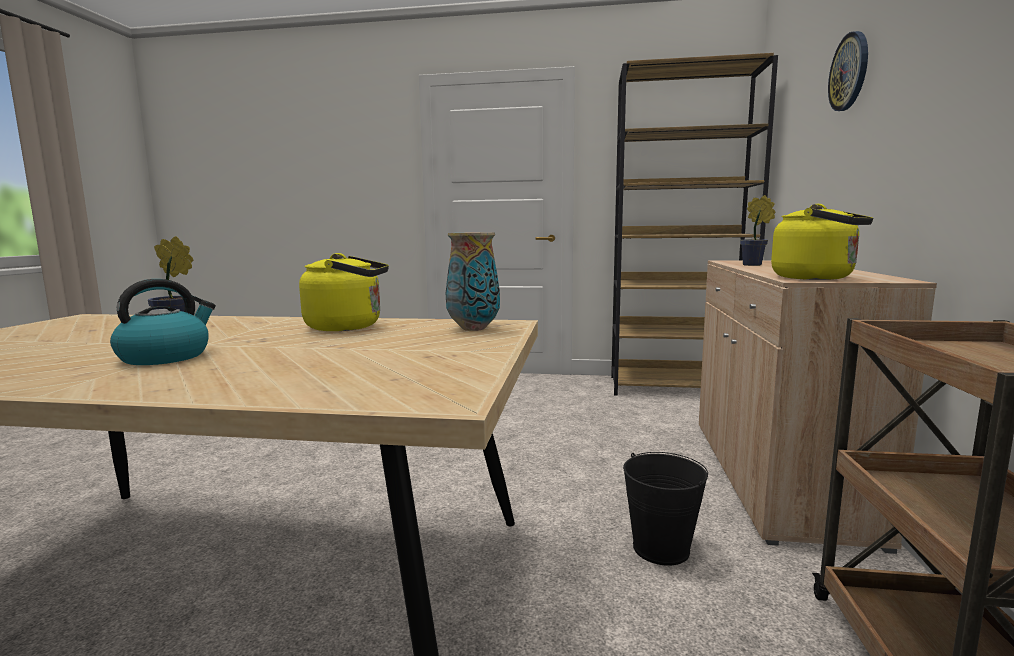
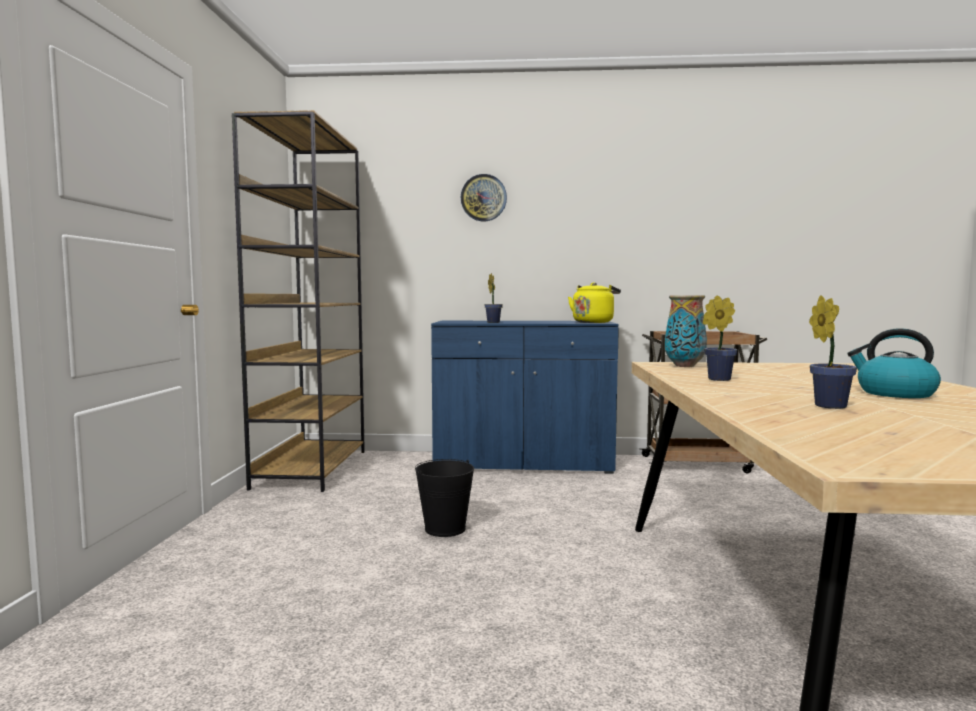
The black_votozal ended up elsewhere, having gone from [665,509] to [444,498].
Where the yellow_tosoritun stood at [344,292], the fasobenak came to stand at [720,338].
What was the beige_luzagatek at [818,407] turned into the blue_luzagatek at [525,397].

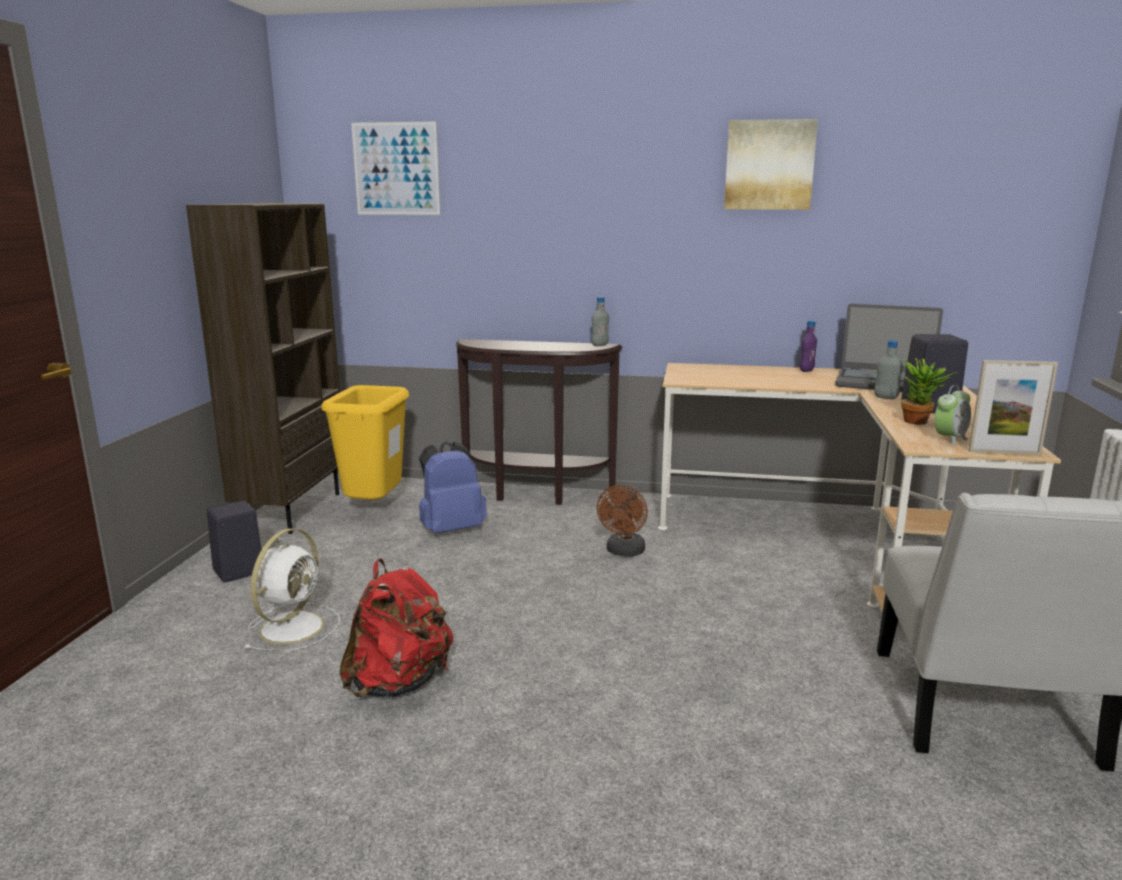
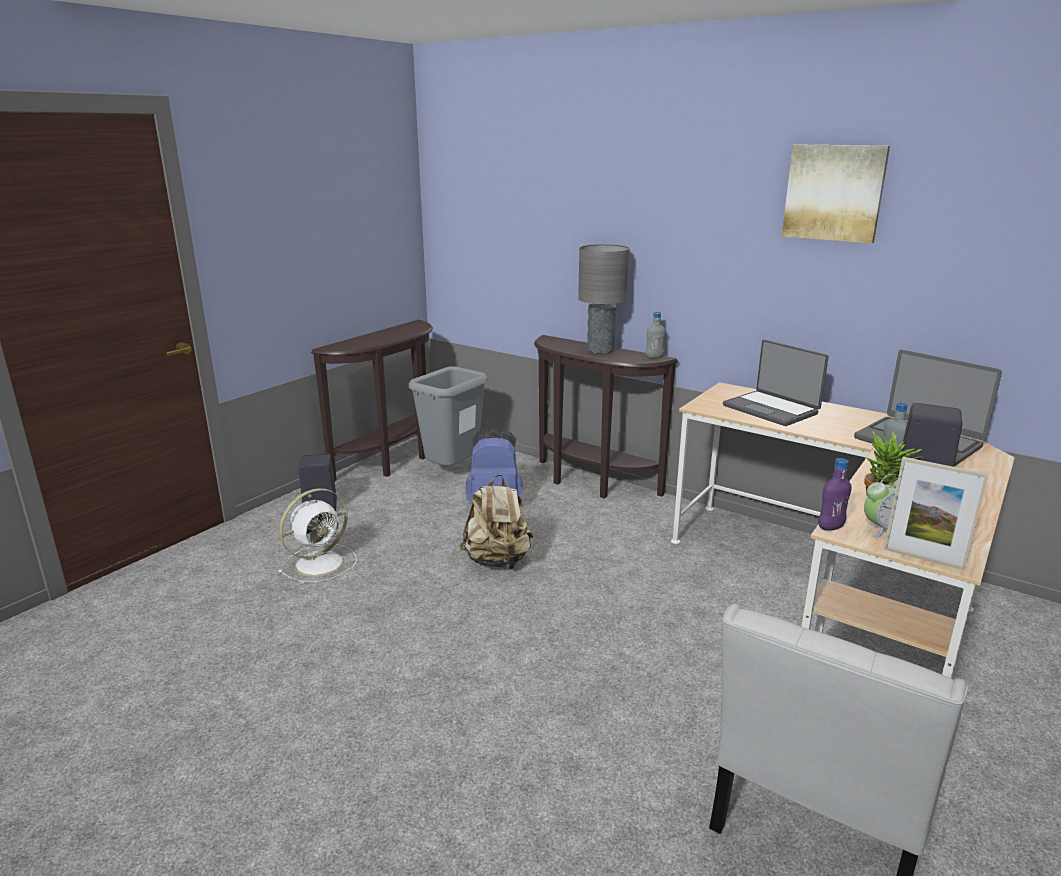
The second view lost the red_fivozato at [396,627].
The second view lost the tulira at [395,168].
The second view lost the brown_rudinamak at [622,520].
The second view gained the beige_fivozato at [496,522].
The second view gained the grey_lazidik at [604,299].
The second view gained the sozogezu at [776,383].
The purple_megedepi ended up elsewhere, having gone from [808,346] to [835,494].
Where the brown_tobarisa stood at [263,368], the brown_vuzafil came to stand at [372,400].
What was the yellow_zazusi at [365,442] turned into the grey_zazusi at [448,416].

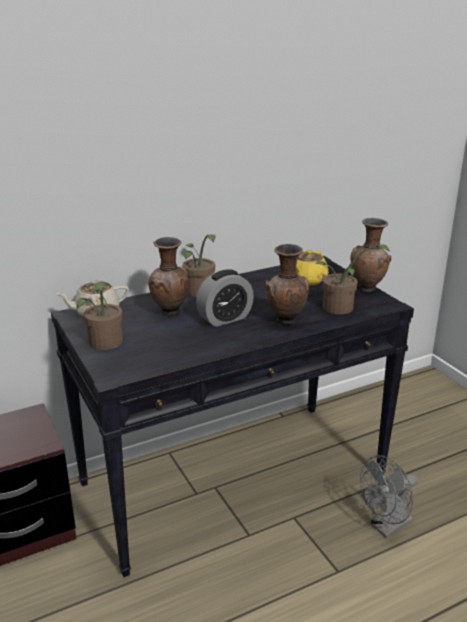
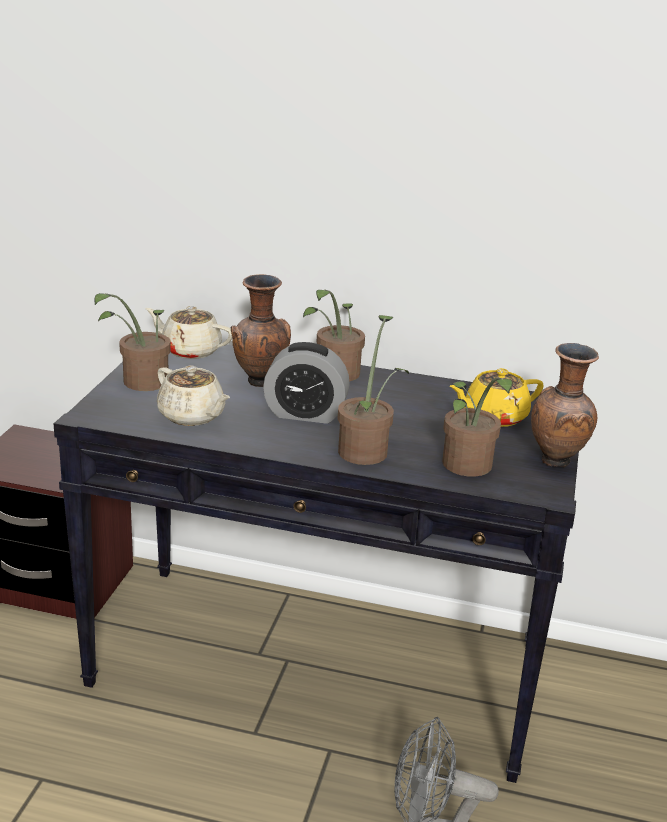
The second view gained the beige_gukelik at [193,396].
Where the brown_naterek stood at [287,284], the fasobenak came to stand at [373,390].

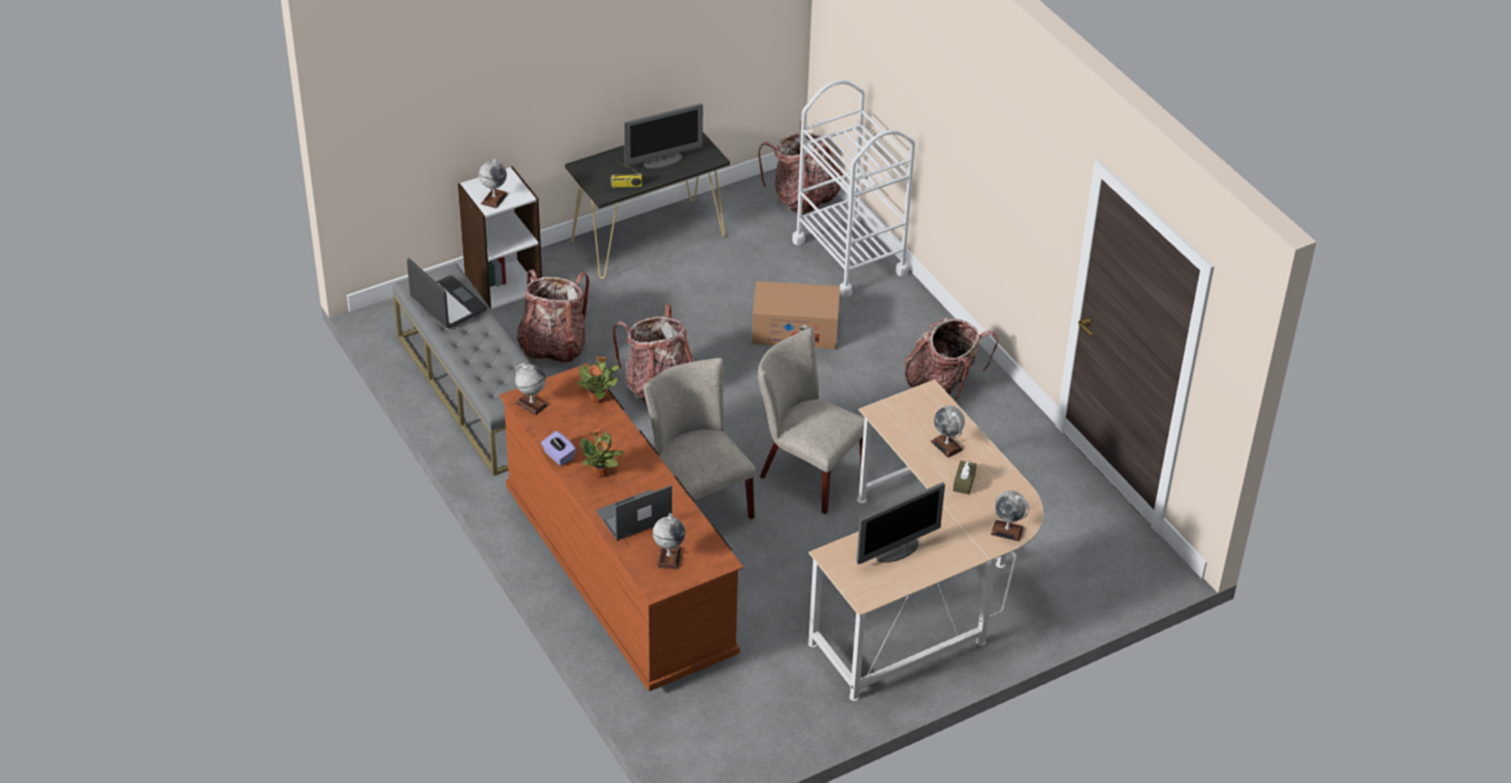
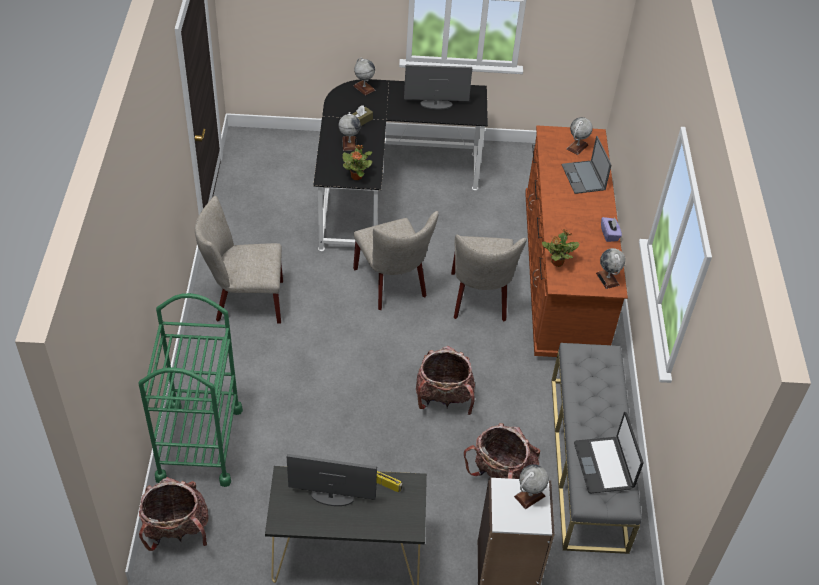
The second view lost the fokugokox at [796,315].
The fasobenak ended up elsewhere, having gone from [602,453] to [357,162].
Where the fivozato stood at [951,359], the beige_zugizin came to stand at [239,260].
What was the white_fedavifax at [853,188] turned into the green_fedavifax at [190,390].
What was the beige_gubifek at [925,540] turned into the black_gubifek at [400,165].
The sozogezu at [634,512] ended up facing another way, 75 degrees clockwise from before.

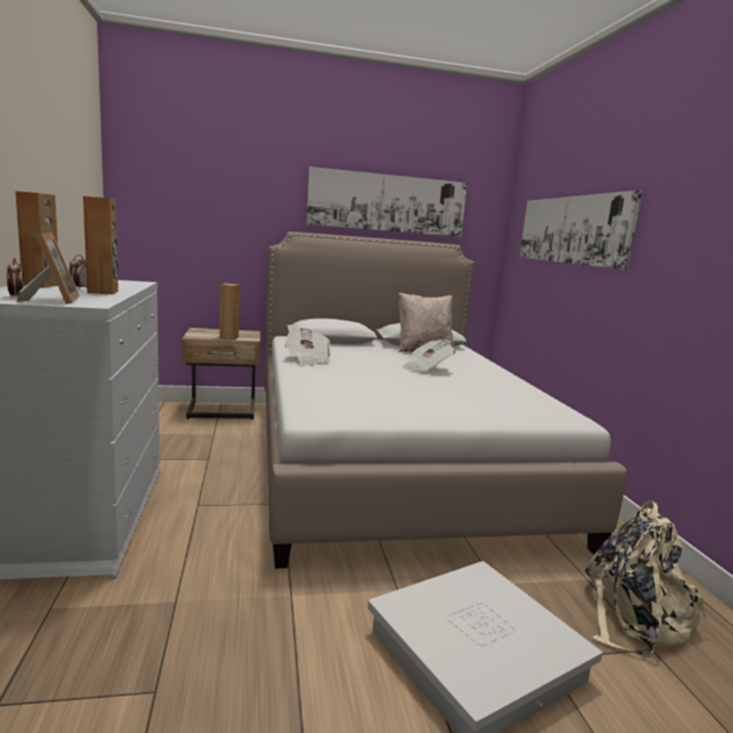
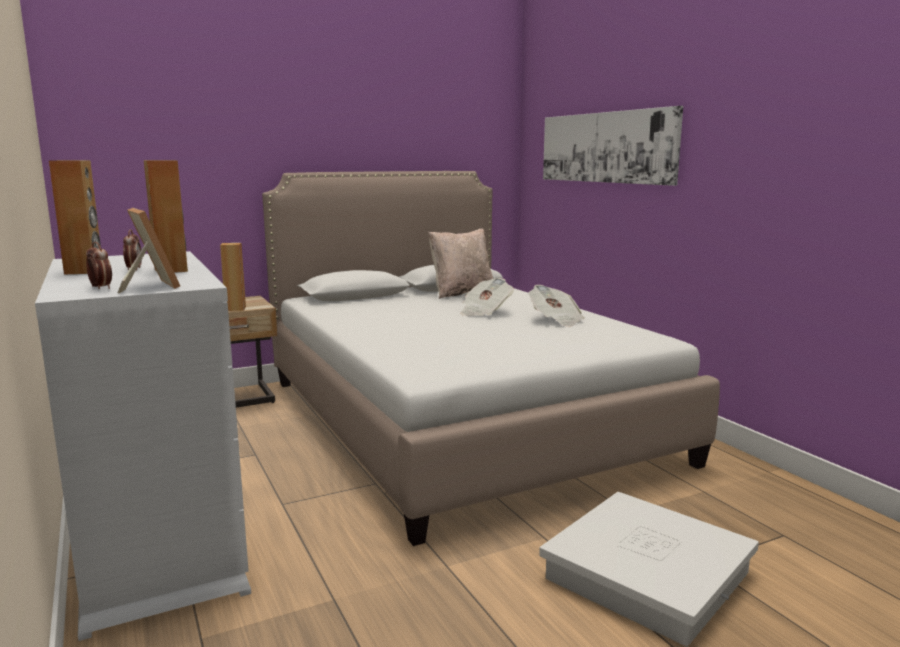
The second view lost the tulira at [386,202].
The second view lost the beige_fivozato at [646,579].
The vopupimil ended up elsewhere, having gone from [308,347] to [556,306].

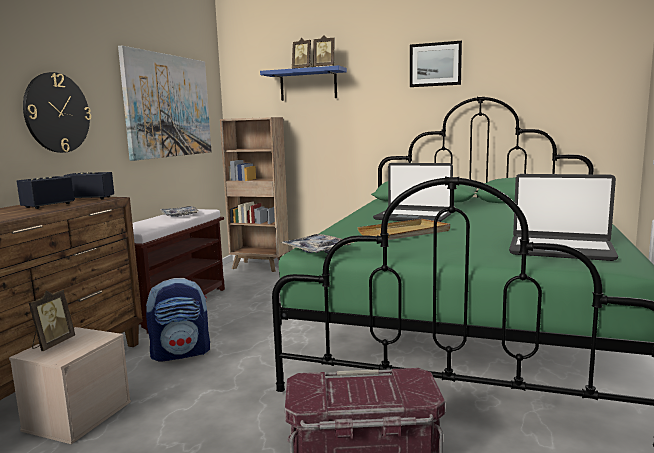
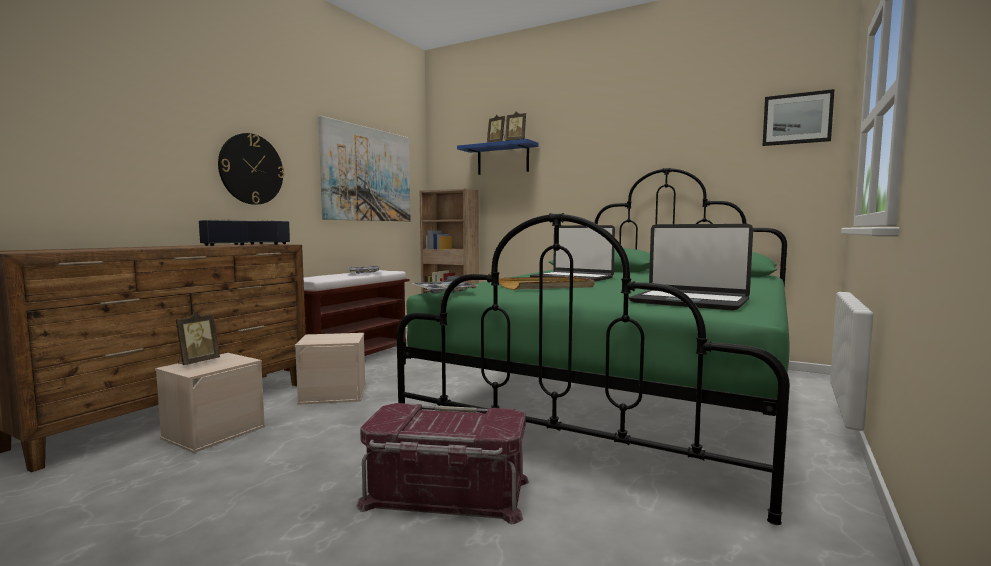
The tulira ended up elsewhere, having gone from [436,64] to [799,117].
Where the fivozato stood at [178,320], the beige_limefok came to stand at [330,369].

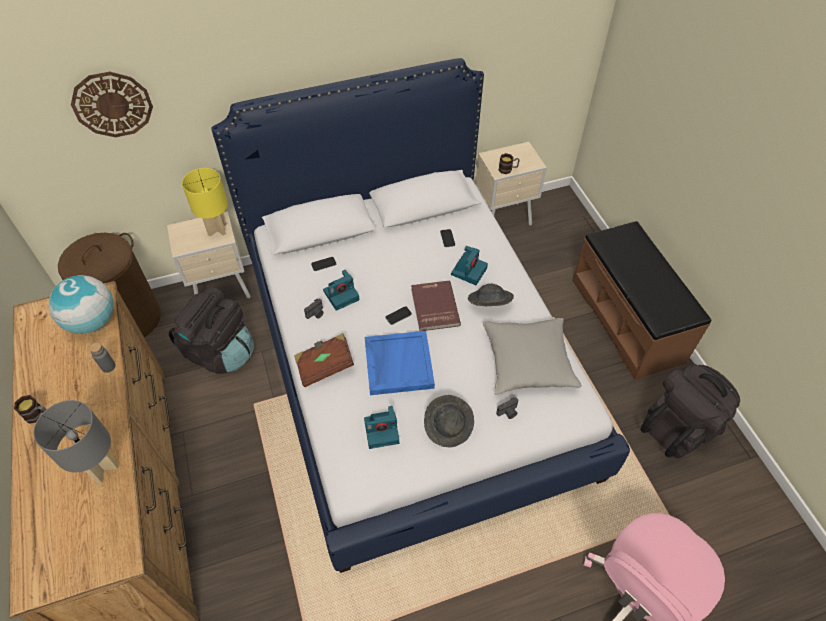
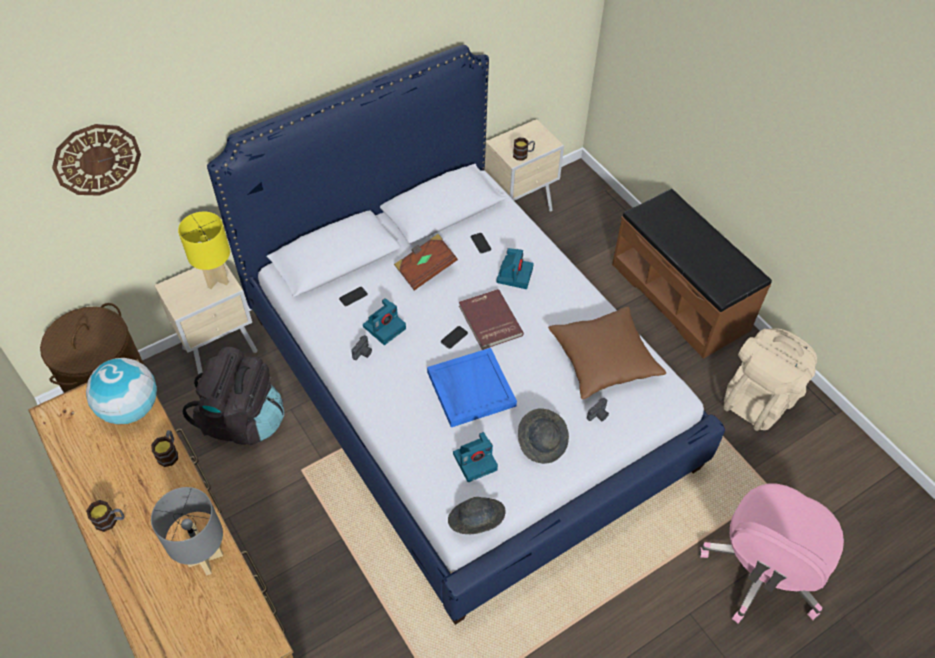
The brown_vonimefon ended up elsewhere, having gone from [324,360] to [426,262].
The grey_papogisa ended up elsewhere, having gone from [491,295] to [477,515].
Where the grey_megedepi stood at [102,357], the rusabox came to stand at [164,448].
What was the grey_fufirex at [532,356] turned into the brown_fufirex at [607,353].
What was the black_fivozato at [690,411] turned into the beige_fivozato at [770,379].

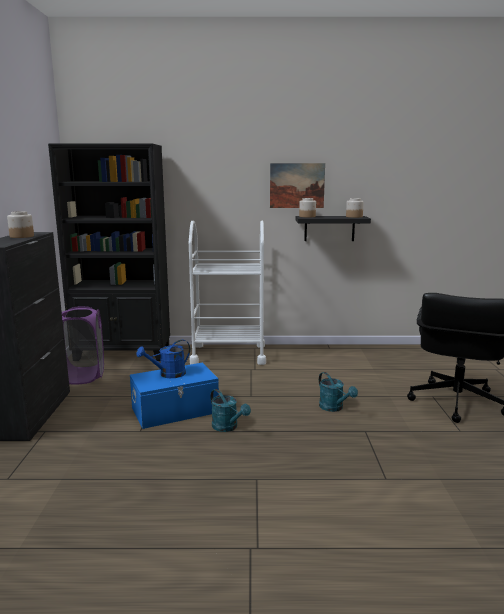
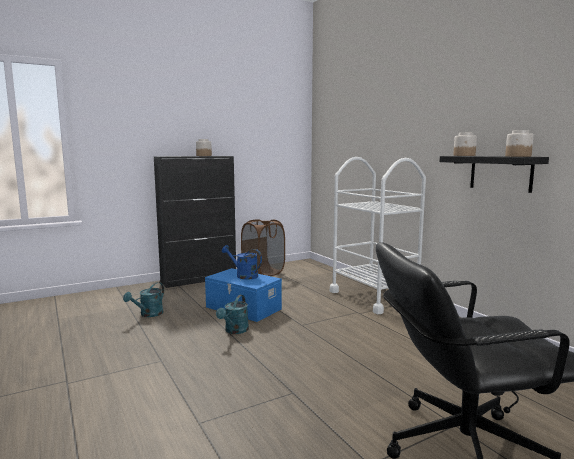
The second view lost the black_tobarisa at [109,252].
The second view lost the tulira at [297,185].
The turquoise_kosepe ended up elsewhere, having gone from [338,392] to [143,299].
What was the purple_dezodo at [83,345] turned into the brown_dezodo at [263,247].

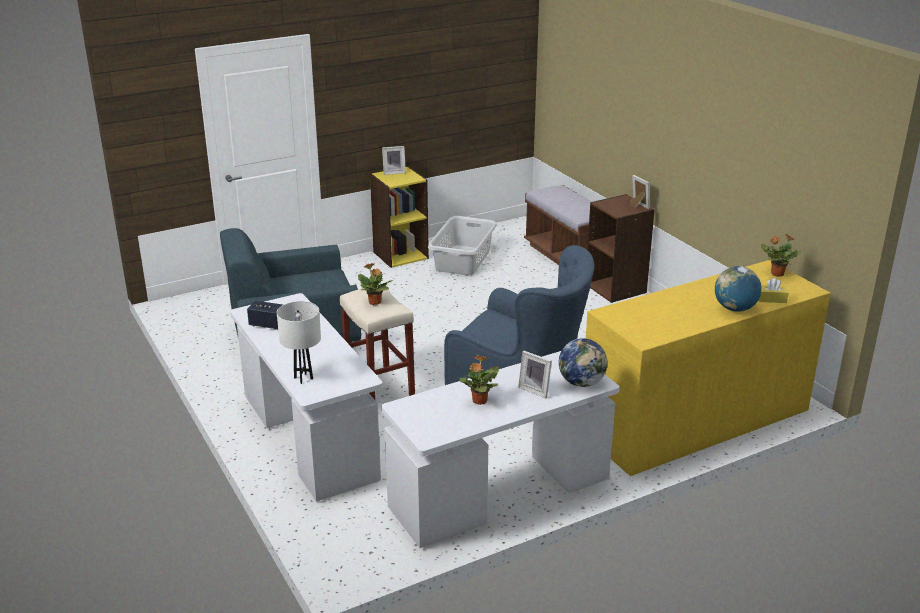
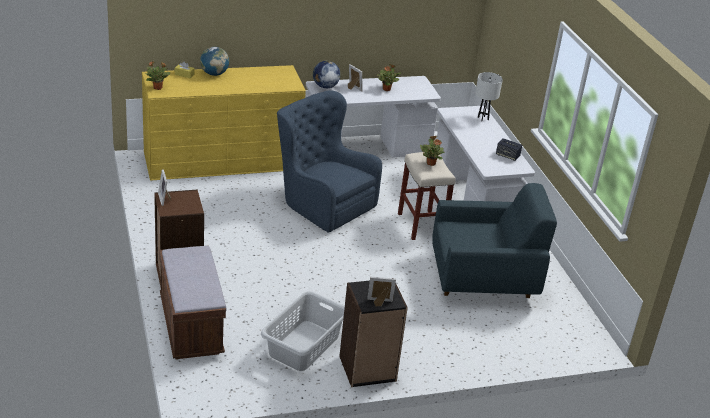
What was the yellow_tobarisa at [399,217] turned into the black_tobarisa at [373,334].

